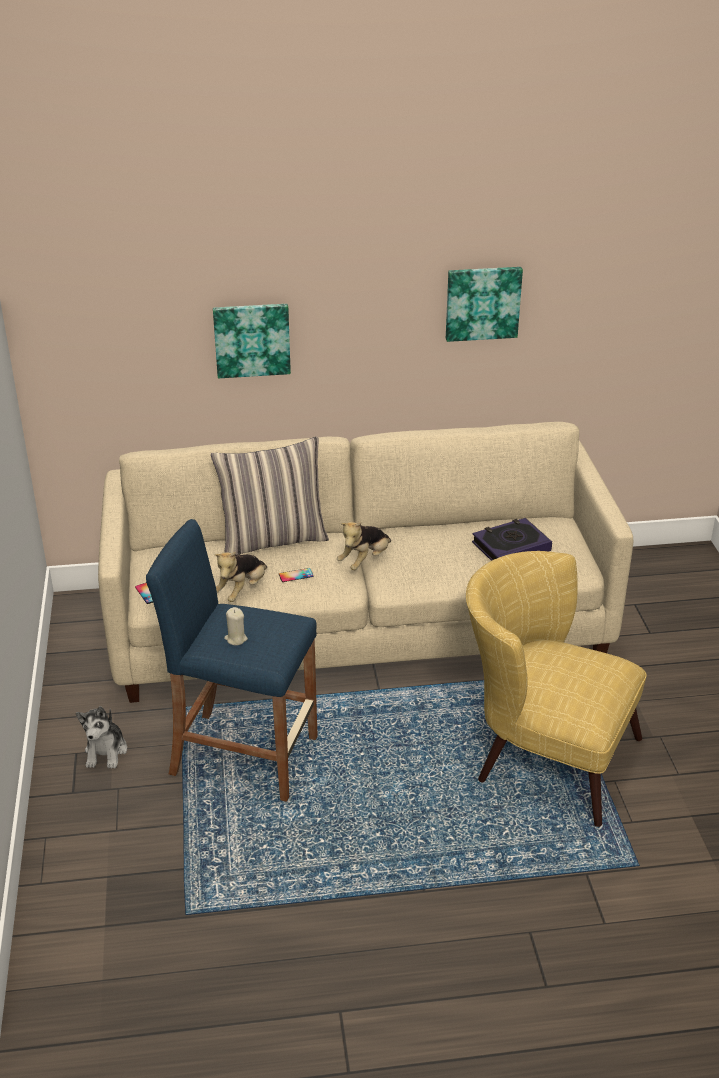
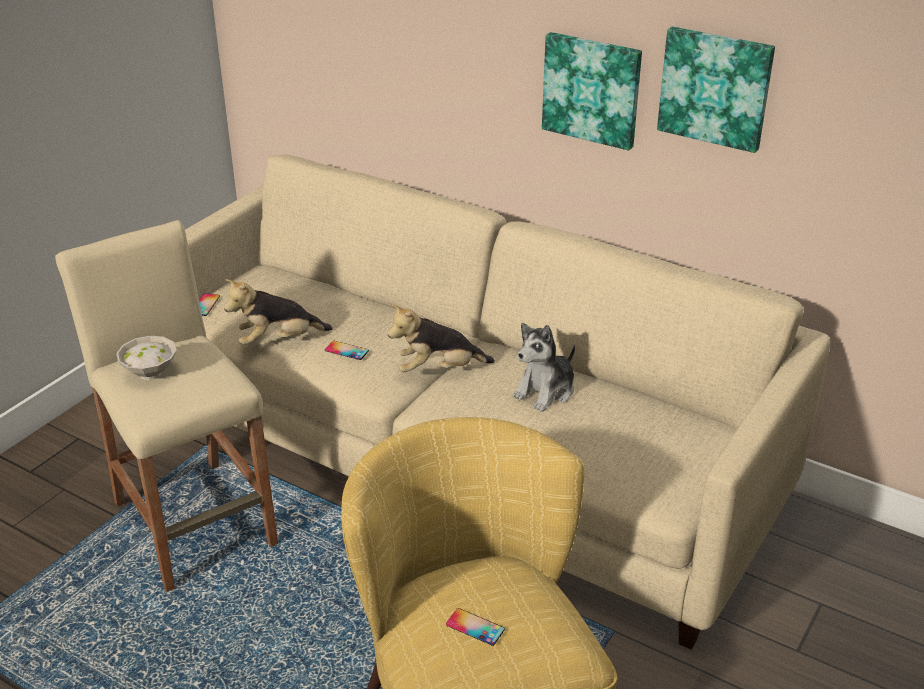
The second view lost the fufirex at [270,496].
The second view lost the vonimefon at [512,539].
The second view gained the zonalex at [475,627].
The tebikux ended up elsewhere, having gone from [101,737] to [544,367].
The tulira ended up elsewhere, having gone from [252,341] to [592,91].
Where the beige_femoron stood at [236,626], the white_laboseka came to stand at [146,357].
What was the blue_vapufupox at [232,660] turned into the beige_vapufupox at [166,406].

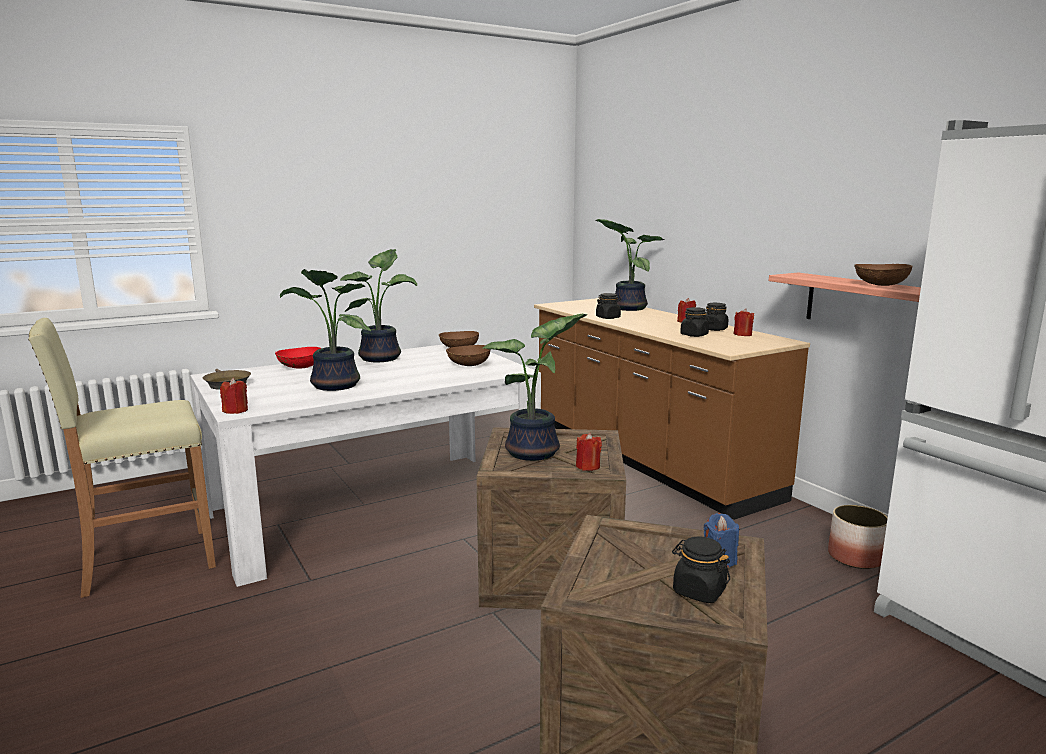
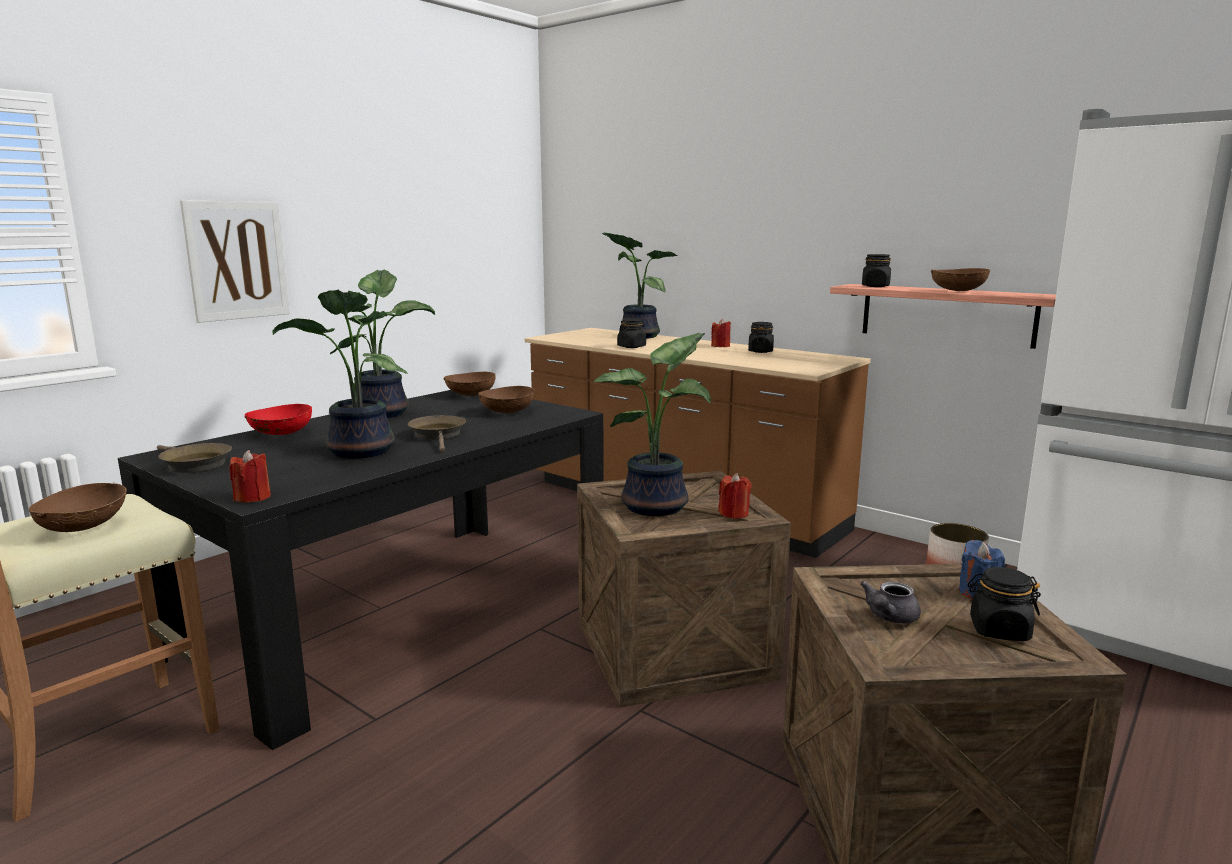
The second view lost the red_femoron at [743,322].
The second view gained the brown_laboseka at [78,507].
The second view gained the tulira at [235,261].
The second view gained the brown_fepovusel at [437,433].
The second view gained the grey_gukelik at [890,602].
The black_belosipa ended up elsewhere, having gone from [694,322] to [876,270].
What was the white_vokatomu at [365,465] turned into the black_vokatomu at [361,570].

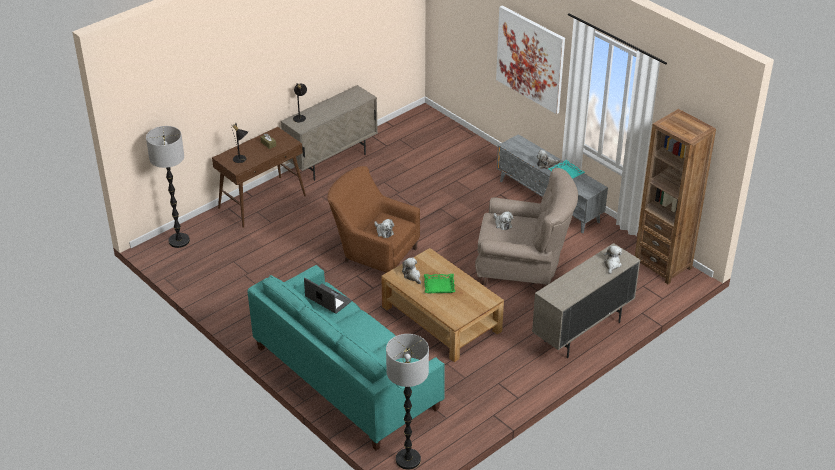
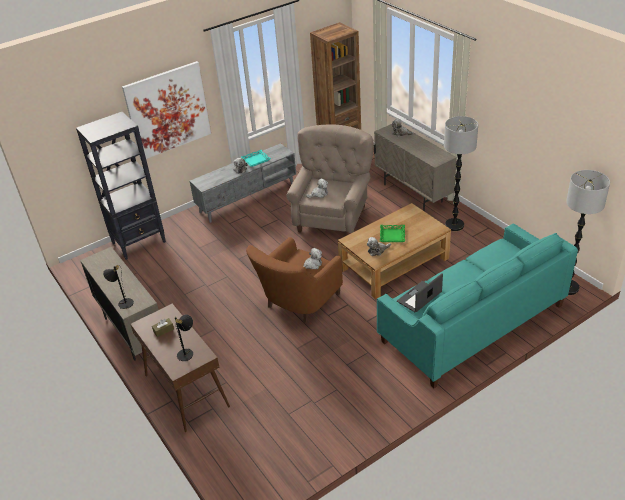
The second view gained the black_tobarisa at [121,186].
The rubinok ended up elsewhere, having gone from [168,187] to [461,173].

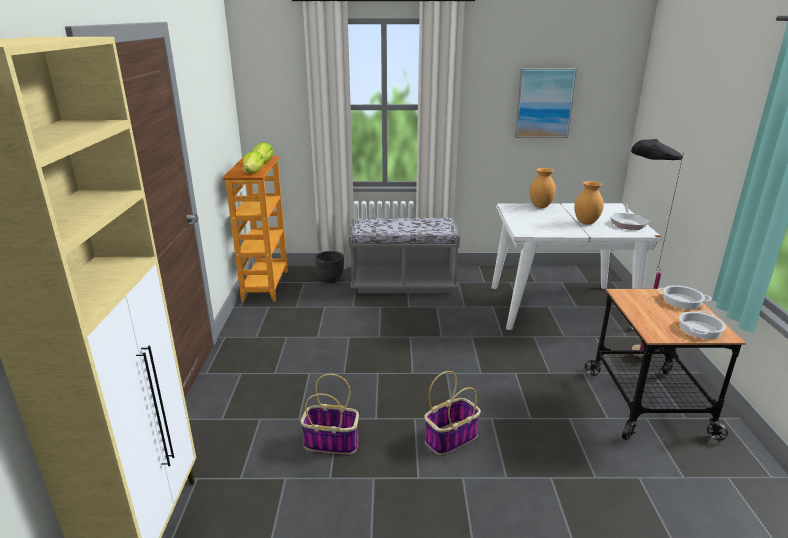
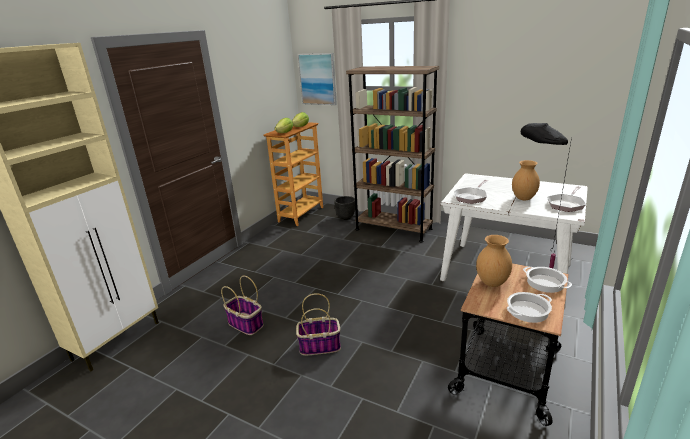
The second view gained the fepovusel at [471,192].
The tulira ended up elsewhere, having gone from [546,103] to [317,79].
The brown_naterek ended up elsewhere, having gone from [542,188] to [494,261].
Where the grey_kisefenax stood at [404,255], the brown_tobarisa came to stand at [392,154].

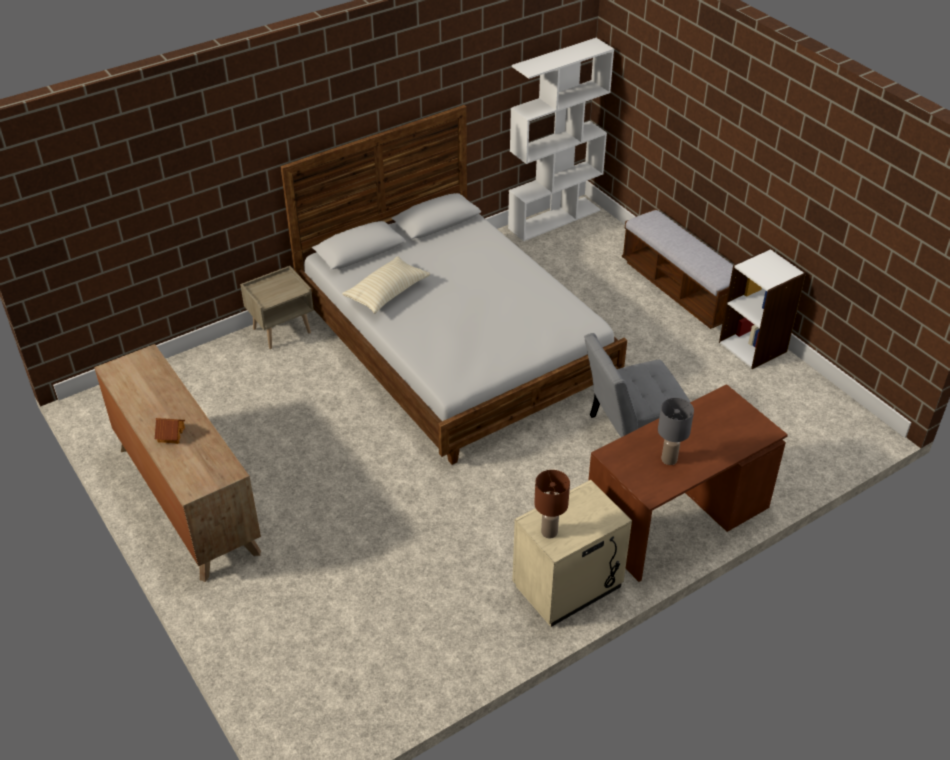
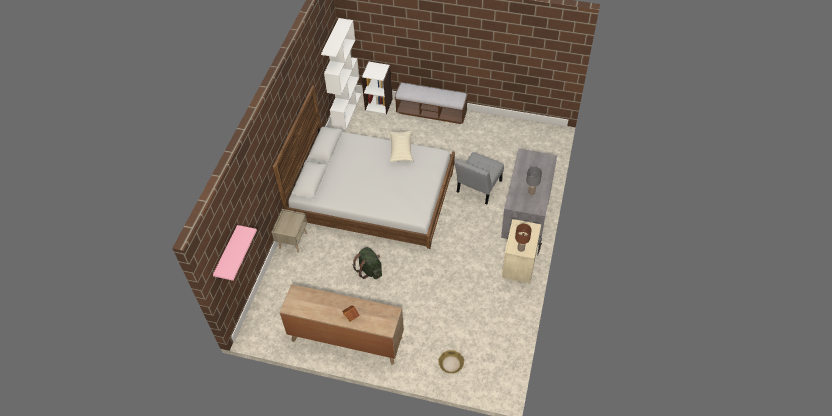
The second view gained the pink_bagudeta at [235,253].
The second view gained the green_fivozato at [367,263].
The second view gained the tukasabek at [451,362].
The beige_fufirex ended up elsewhere, having gone from [386,285] to [401,146].
The white_tobarisa ended up elsewhere, having gone from [762,308] to [377,87].
What was the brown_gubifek at [688,483] turned into the grey_gubifek at [529,197].

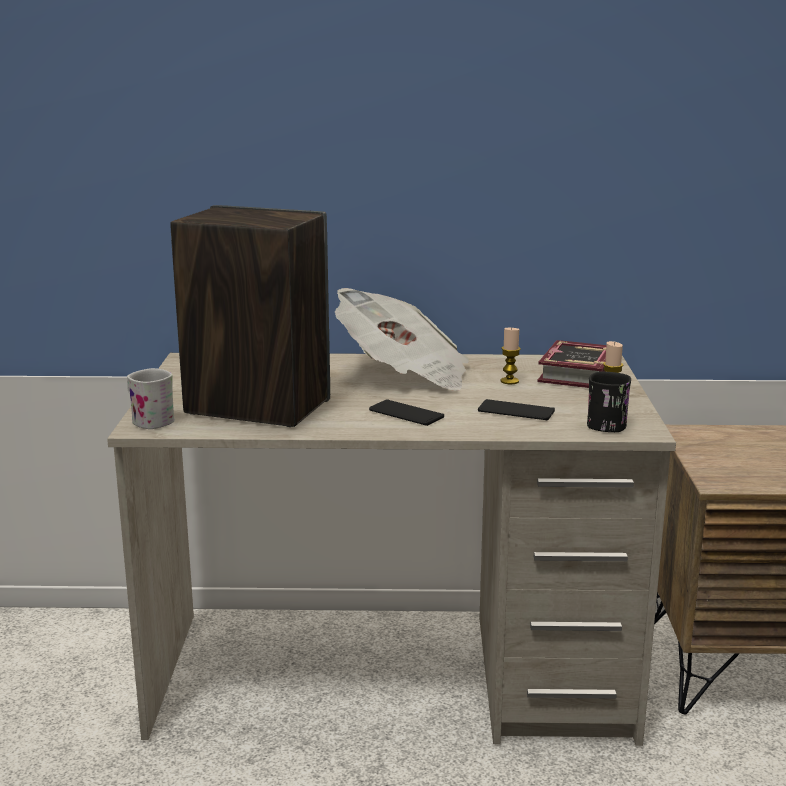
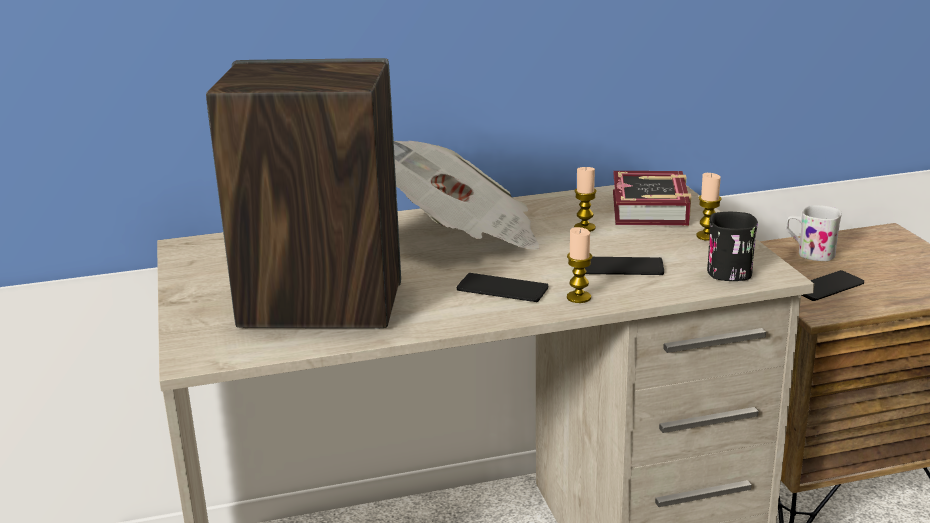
The second view gained the femoron at [579,265].
The second view gained the zonalex at [832,285].
The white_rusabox ended up elsewhere, having gone from [151,398] to [814,233].

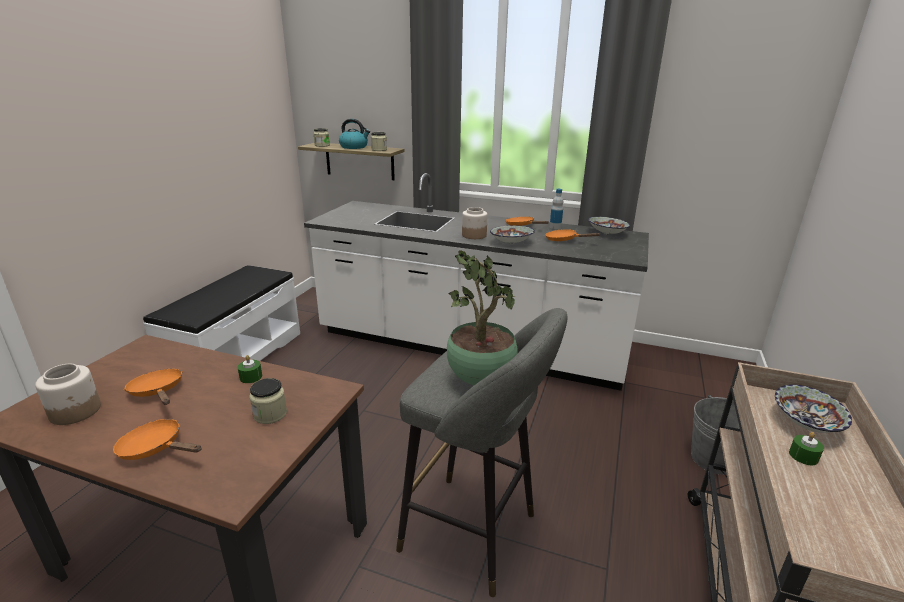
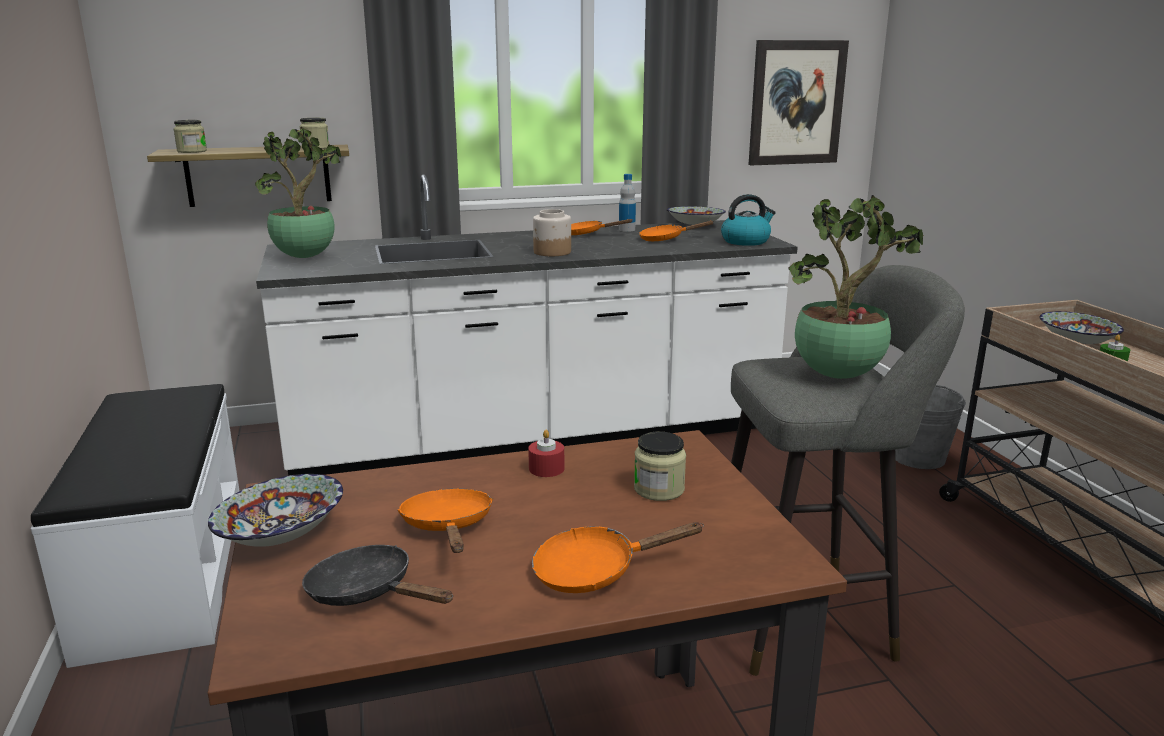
The second view gained the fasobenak at [298,192].
The second view gained the tulira at [798,102].
The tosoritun ended up elsewhere, having gone from [354,134] to [748,220].
The laboseka ended up elsewhere, having gone from [512,234] to [275,510].
Where the belosipa stood at [68,394], the black_fepovusel came to stand at [377,575].
What was the green_femoron at [249,369] turned into the red_femoron at [546,453].
The orange_fepovusel at [153,387] ended up facing another way, 60 degrees clockwise from before.

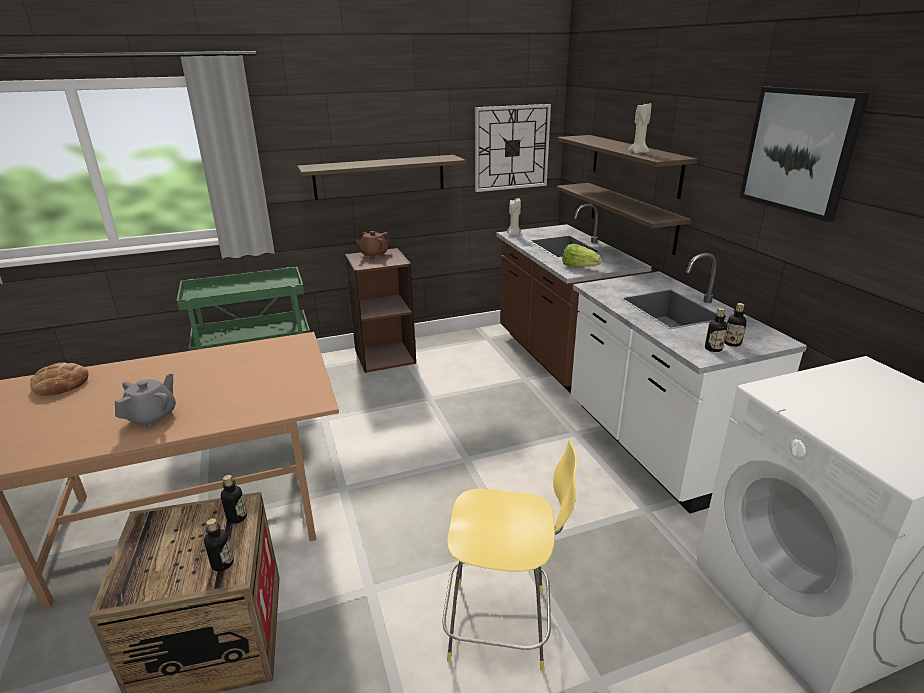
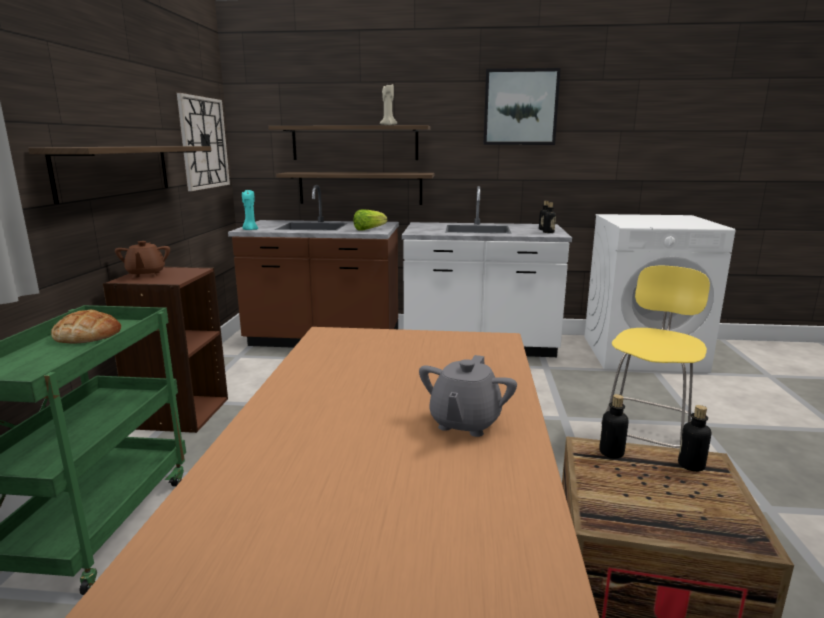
The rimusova ended up elsewhere, having gone from [59,379] to [86,327].
What was the beige_femoron at [514,217] turned into the turquoise_femoron at [250,210].
The grey_gukelik at [145,400] ended up facing another way, 120 degrees counterclockwise from before.

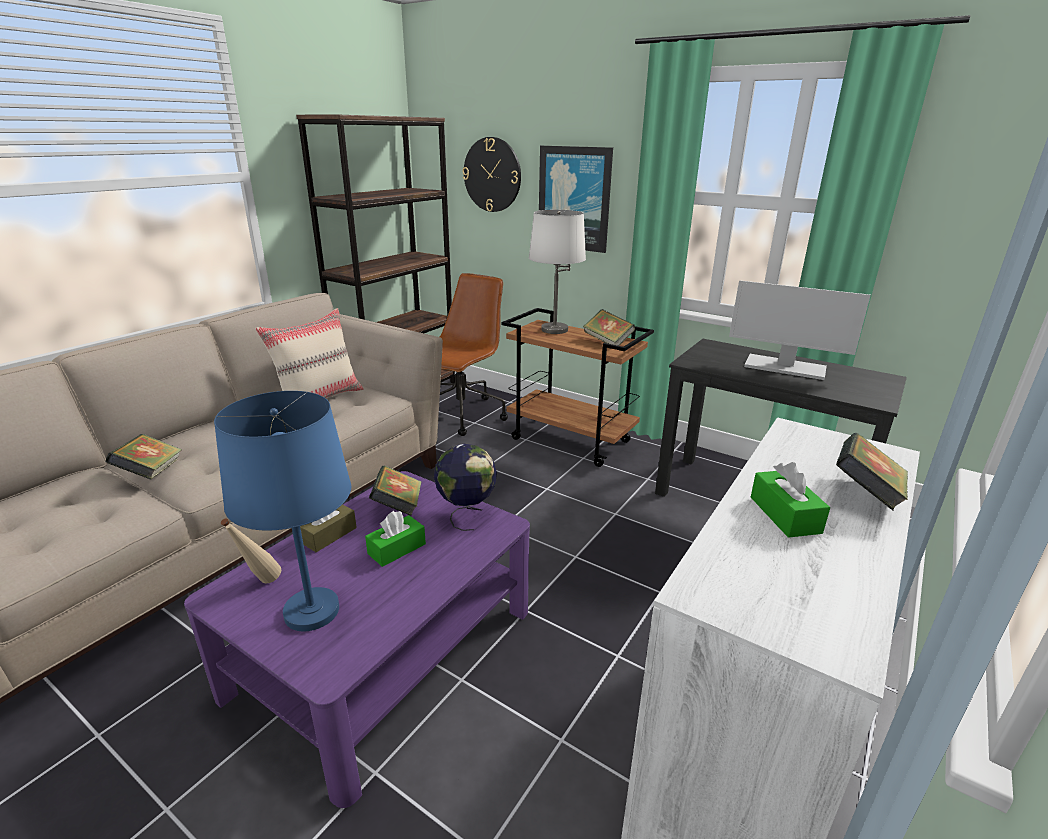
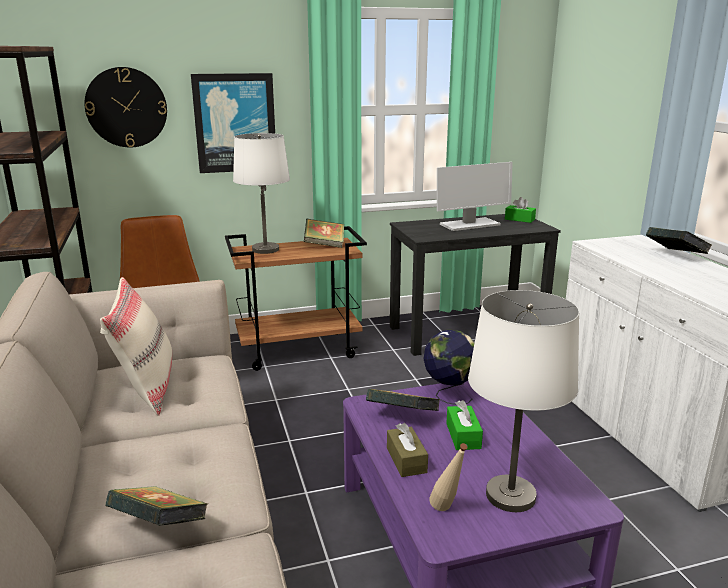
The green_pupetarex ended up elsewhere, having gone from [790,500] to [520,210].
What was the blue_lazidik at [282,511] turned into the white_lazidik at [523,401].

